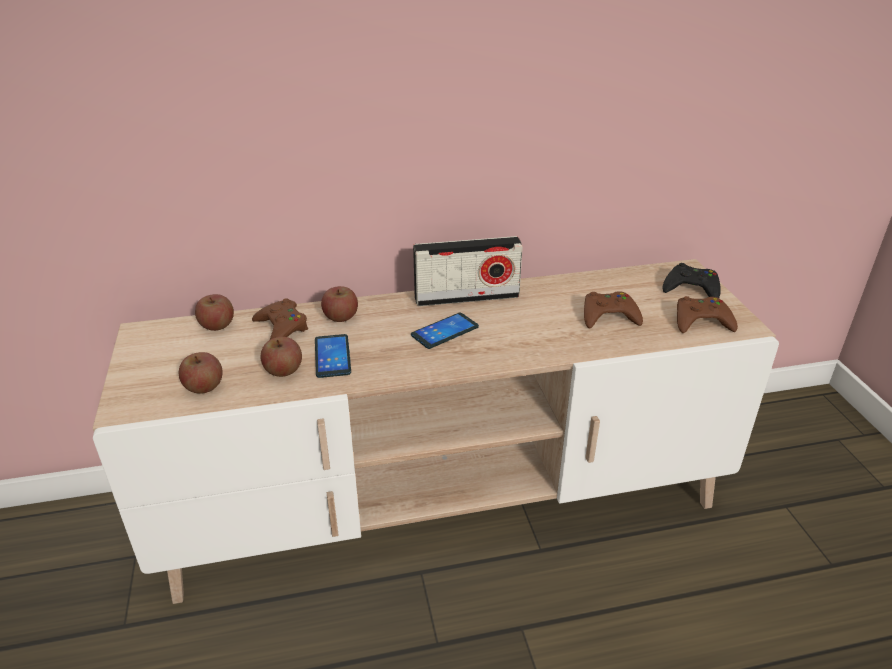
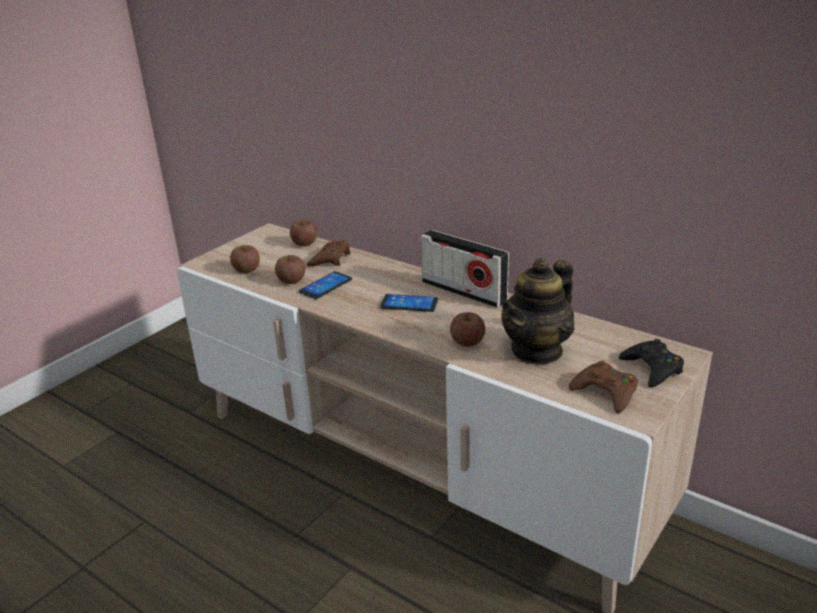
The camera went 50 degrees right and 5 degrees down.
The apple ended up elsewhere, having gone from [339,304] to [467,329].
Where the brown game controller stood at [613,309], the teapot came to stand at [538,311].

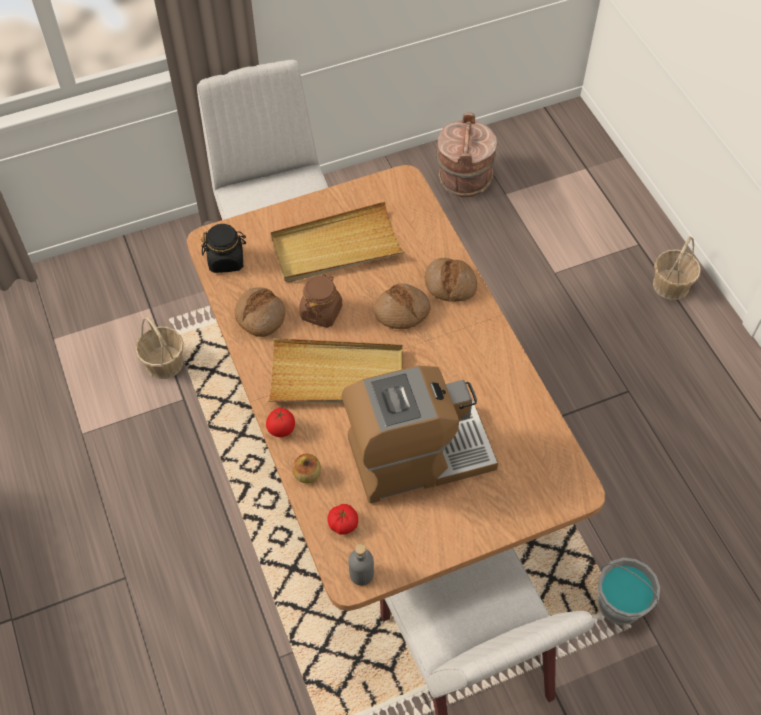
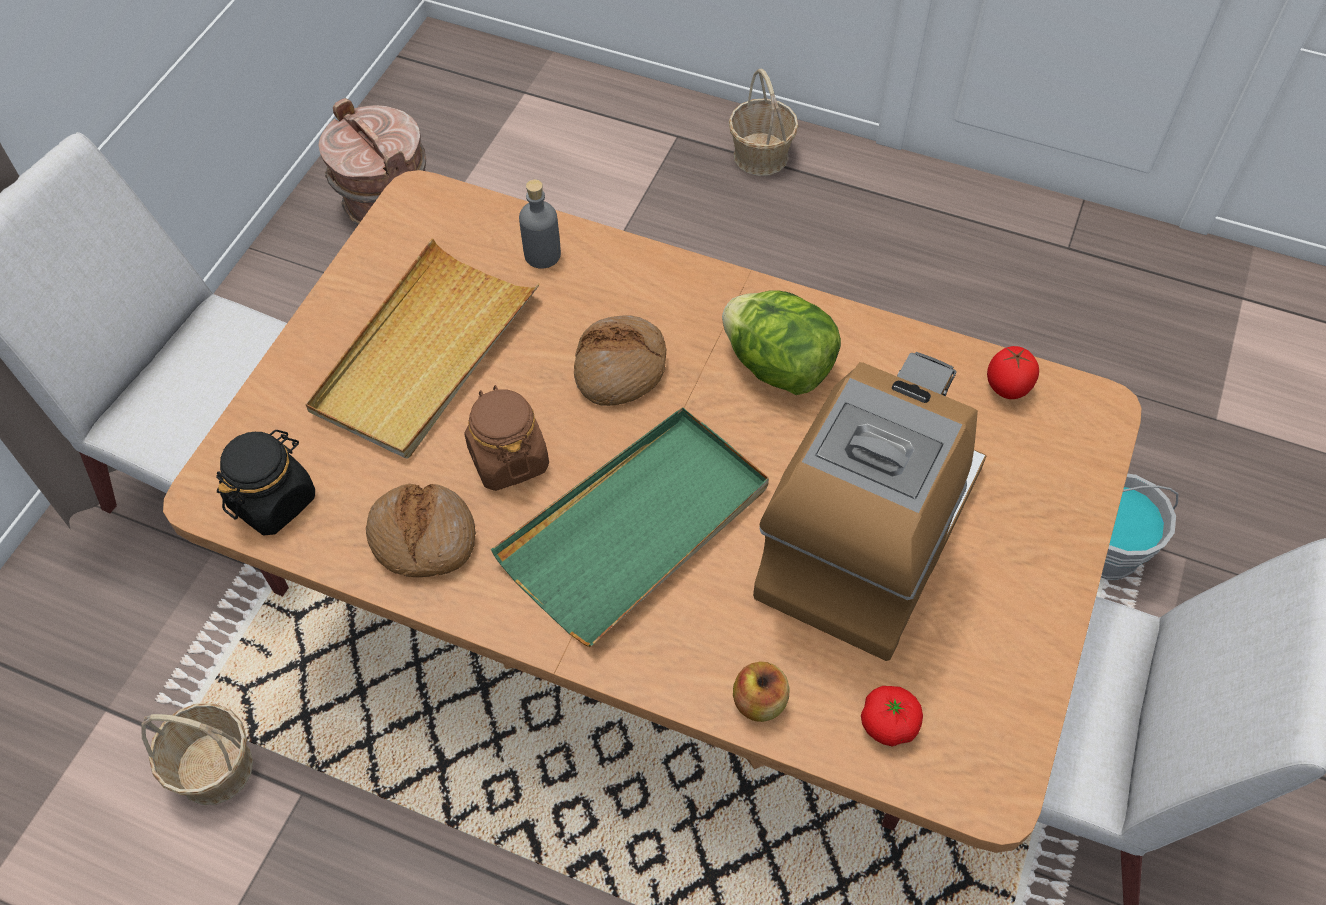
The camera went 45 degrees left and 0 degrees up.
What was the beige tray at [336,370] turned into the green tray at [630,527].
The grey bottle ended up elsewhere, having gone from [361,565] to [540,224].
The second view gained the lettuce at [781,343].
The tomato ended up elsewhere, having gone from [280,422] to [1013,372].
The second view lost the bread at [450,280].

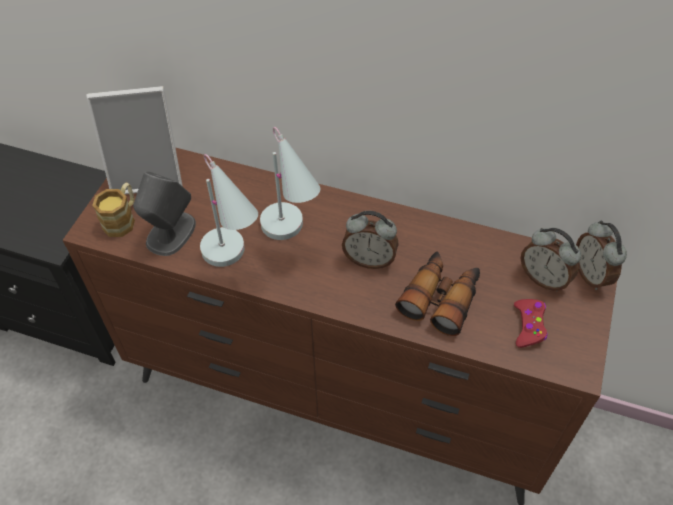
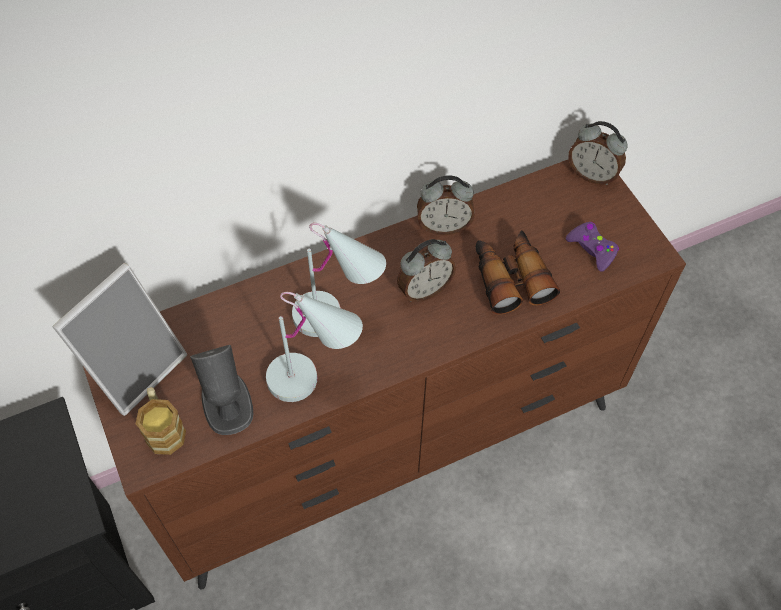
The camera went 45 degrees left and 5 degrees up.
The alarm clock ended up elsewhere, having gone from [551,259] to [446,205].
What was the red game controller at [531,323] turned into the purple game controller at [592,247].

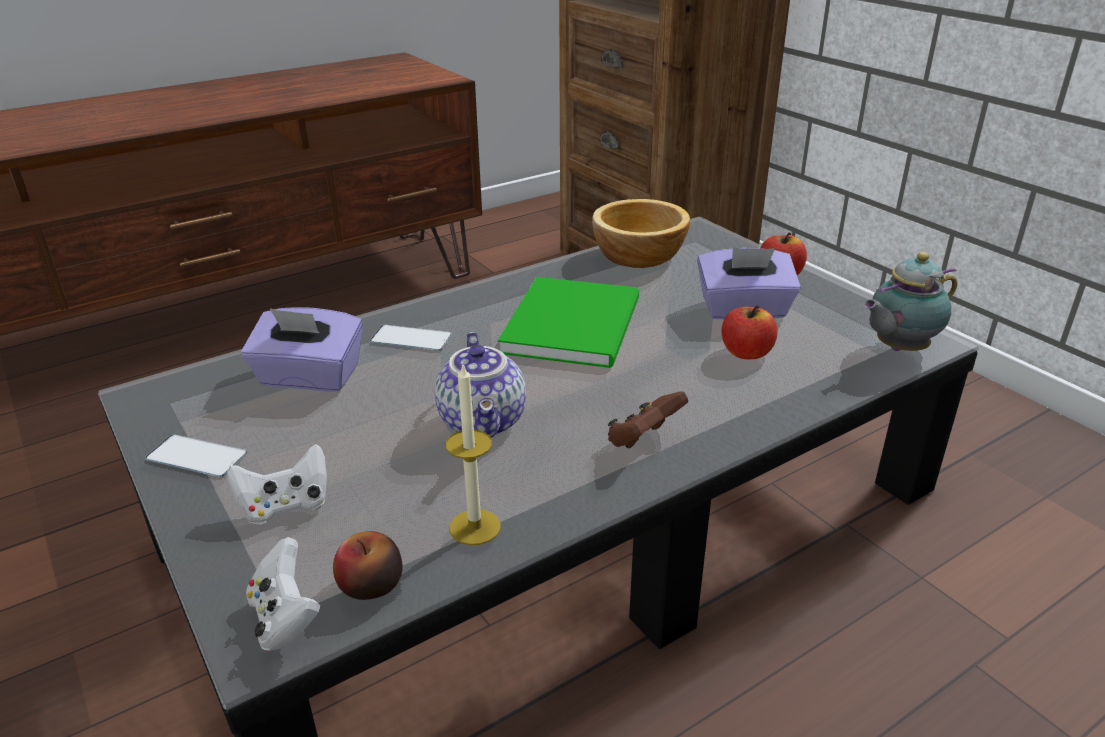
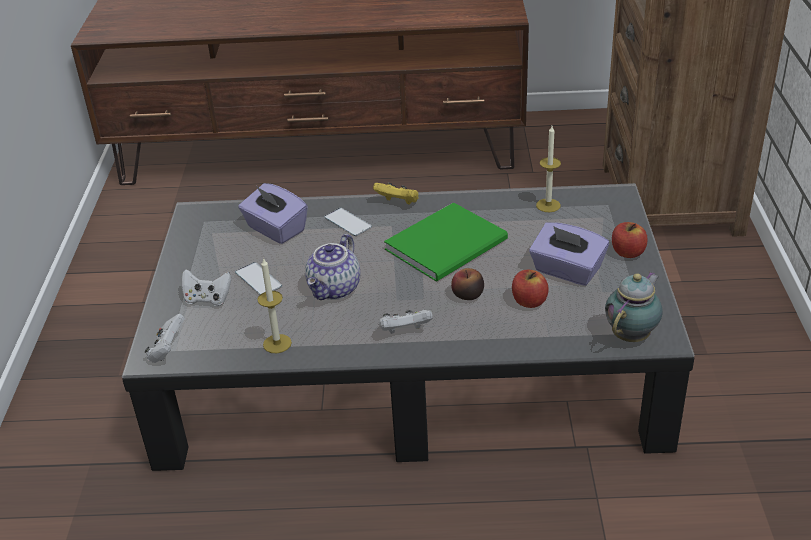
The camera went 35 degrees right and 5 degrees up.
The phone ended up elsewhere, having gone from [196,456] to [258,278].
The second view gained the yellow game controller at [395,194].
What was the brown game controller at [648,419] turned into the white game controller at [406,322].
The apple ended up elsewhere, having gone from [368,565] to [467,284].
Where the bowl stood at [641,233], the candle came to stand at [548,169].
The teapot at [910,301] ended up facing another way, 120 degrees clockwise from before.

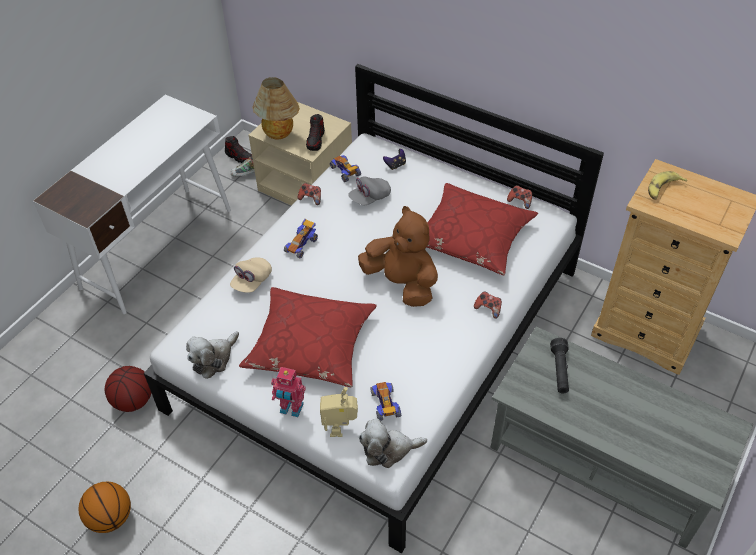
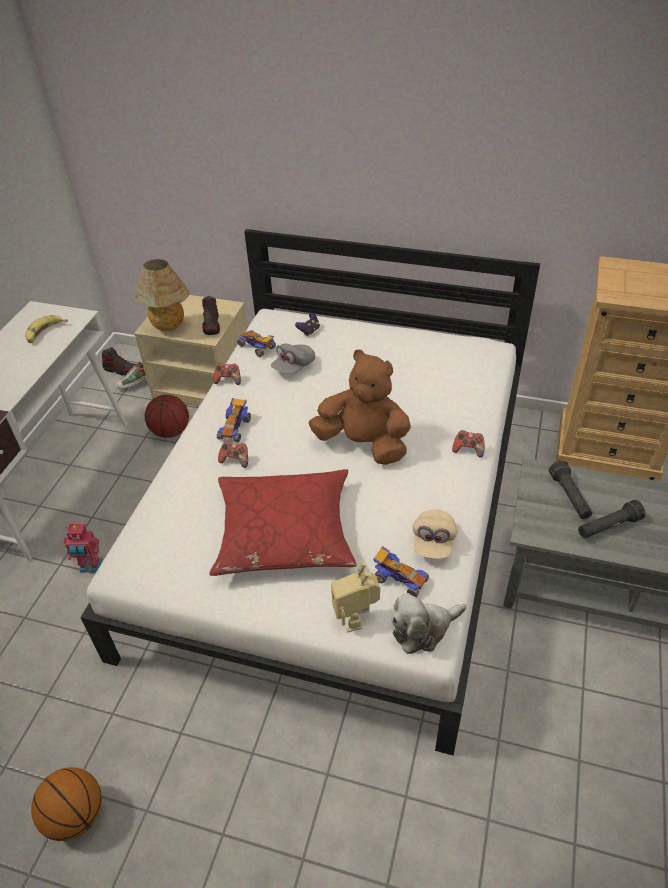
The camera went 15 degrees left and 5 degrees down.
The banana ended up elsewhere, having gone from [667,185] to [46,329].
The toy robot ended up elsewhere, having gone from [288,392] to [82,548].
The basketball ended up elsewhere, having gone from [128,389] to [167,416].
The game controller ended up elsewhere, having gone from [519,197] to [233,454].
The toy car at [385,401] ended up facing another way, 150 degrees clockwise from before.
The beige cap ended up elsewhere, having gone from [251,275] to [435,534].
The second view gained the black flashlight at [612,519].
The second view lost the plush toy at [212,355].
The second view lost the red pillow at [482,229].

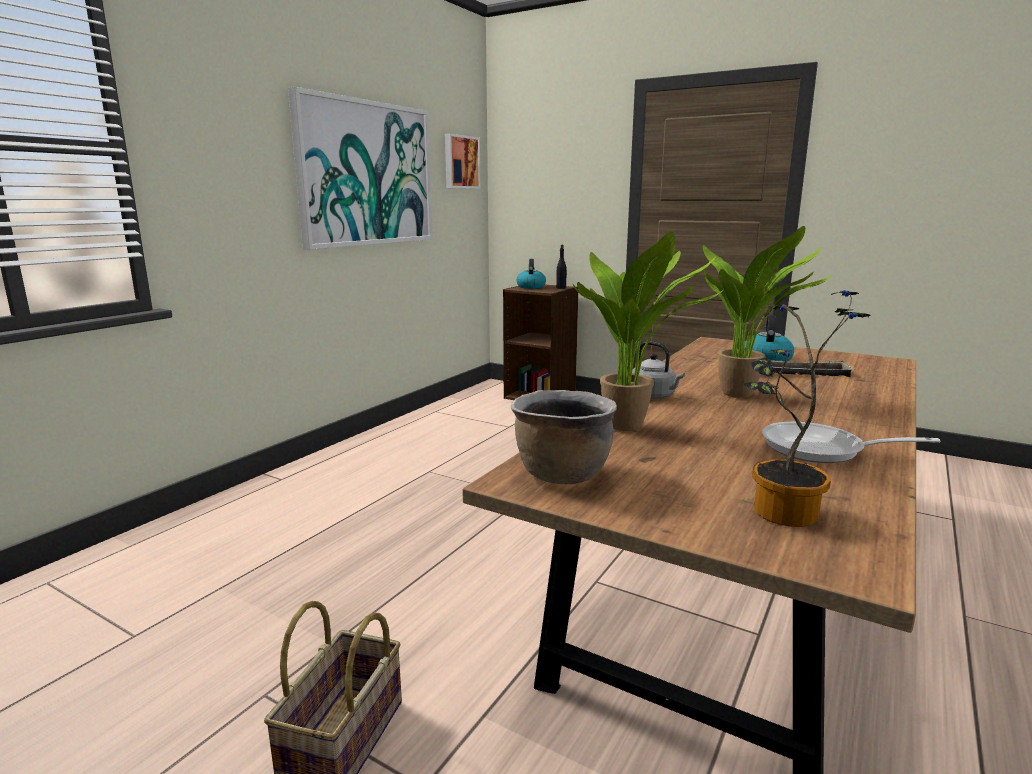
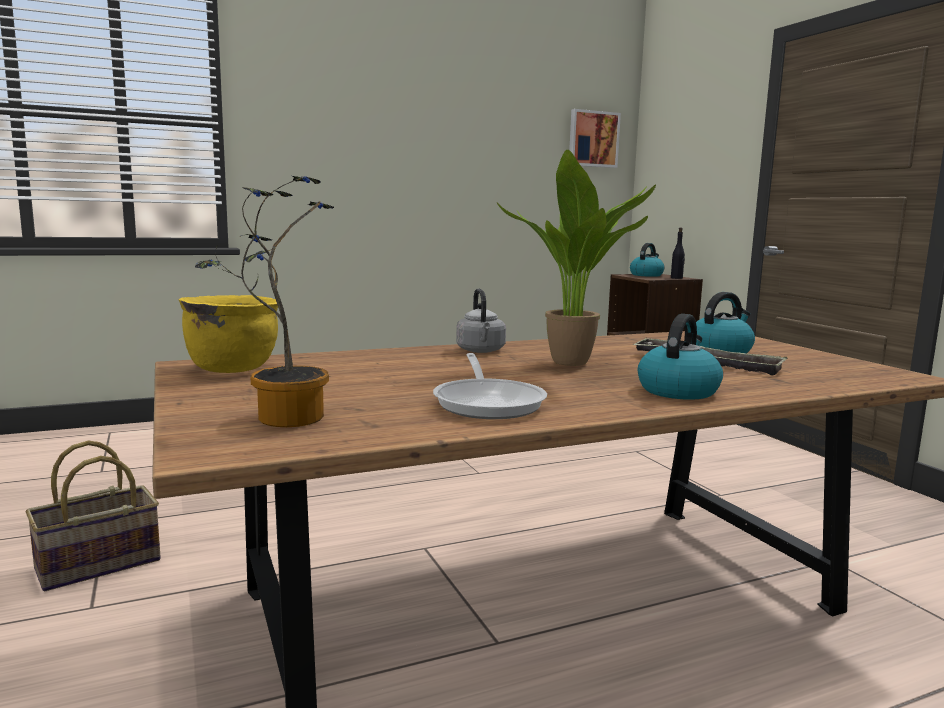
The camera went 35 degrees right and 5 degrees down.
What was the brown cooking pot at [564,437] turned into the yellow cooking pot at [228,334].
The frying pan at [851,442] ended up facing another way, 150 degrees counterclockwise from before.
The second view gained the kettle at [680,357].
The second view lost the picture at [360,168].
The second view lost the potted plant at [647,331].

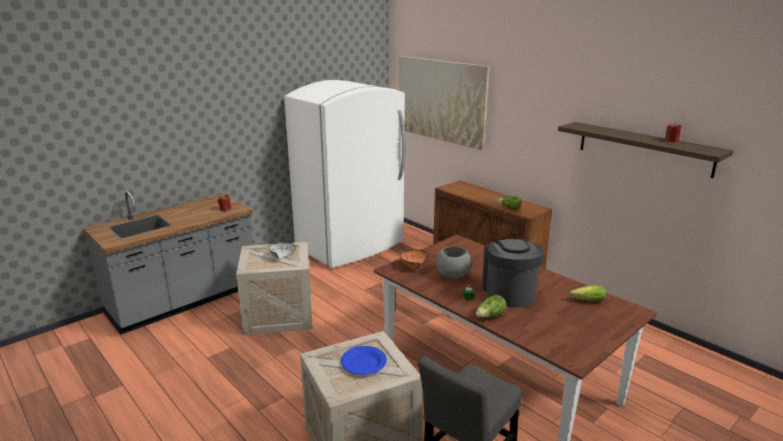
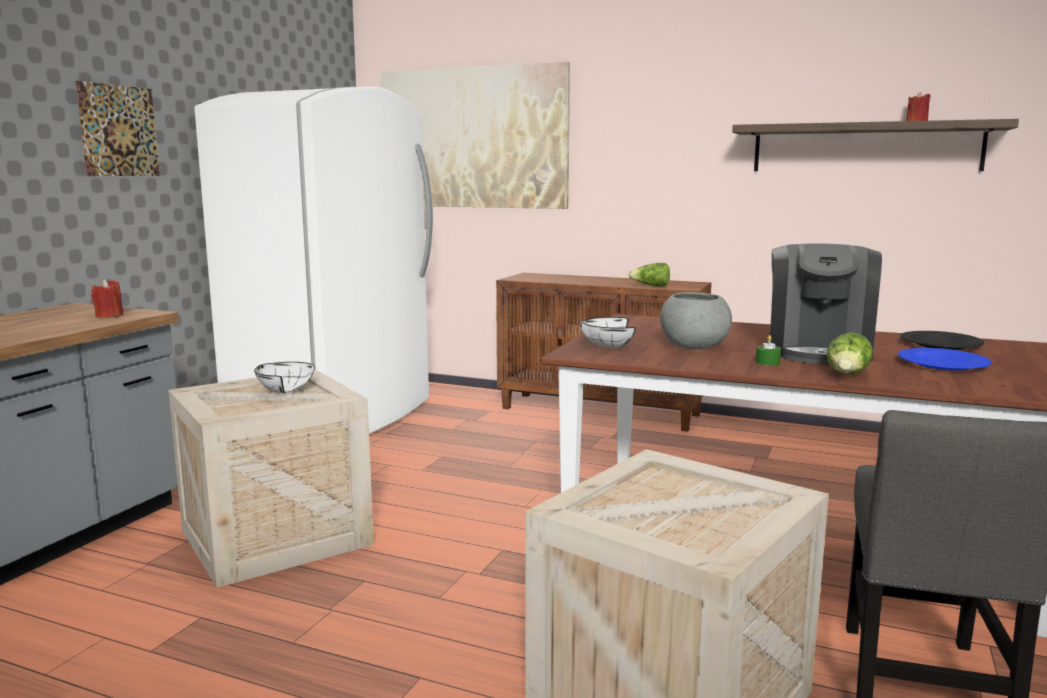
The camera went 25 degrees left and 10 degrees down.
The second view gained the picture at [118,128].
What was the orange bowl at [414,259] turned into the white bowl at [608,332].
The coffee machine at [513,273] ended up facing another way, 135 degrees counterclockwise from before.
The blue plate ended up elsewhere, having gone from [364,360] to [944,359].
Where the lettuce stood at [588,293], the black plate came to stand at [942,340].

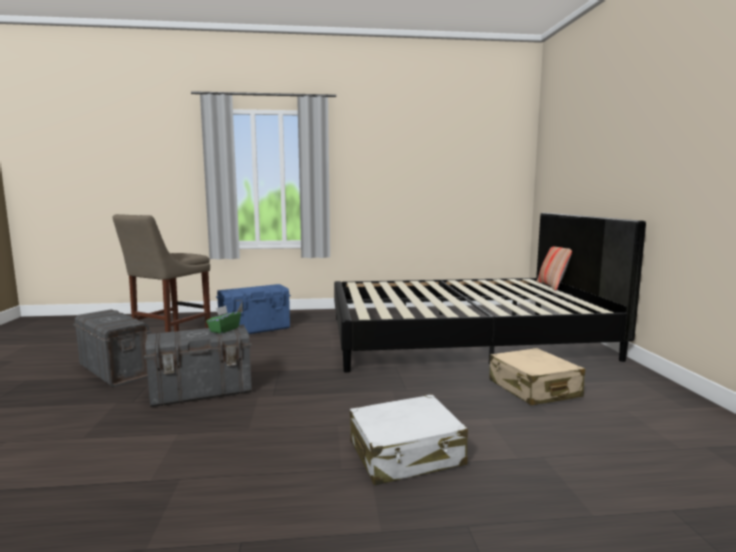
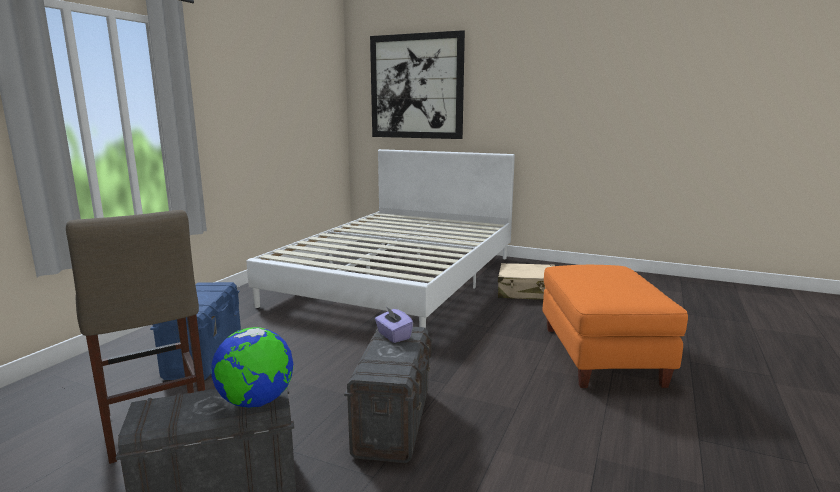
The camera went 60 degrees left and 5 degrees up.
The second view gained the globe at [252,367].
What was the black bed at [490,293] turned into the white bed at [380,238].
The second view gained the picture at [417,84].
What was the green tissue box at [223,319] turned into the purple tissue box at [394,324].
Where the white suitcase stood at [409,439], the orange ottoman came to stand at [615,326].
The second view lost the pillow at [554,269].

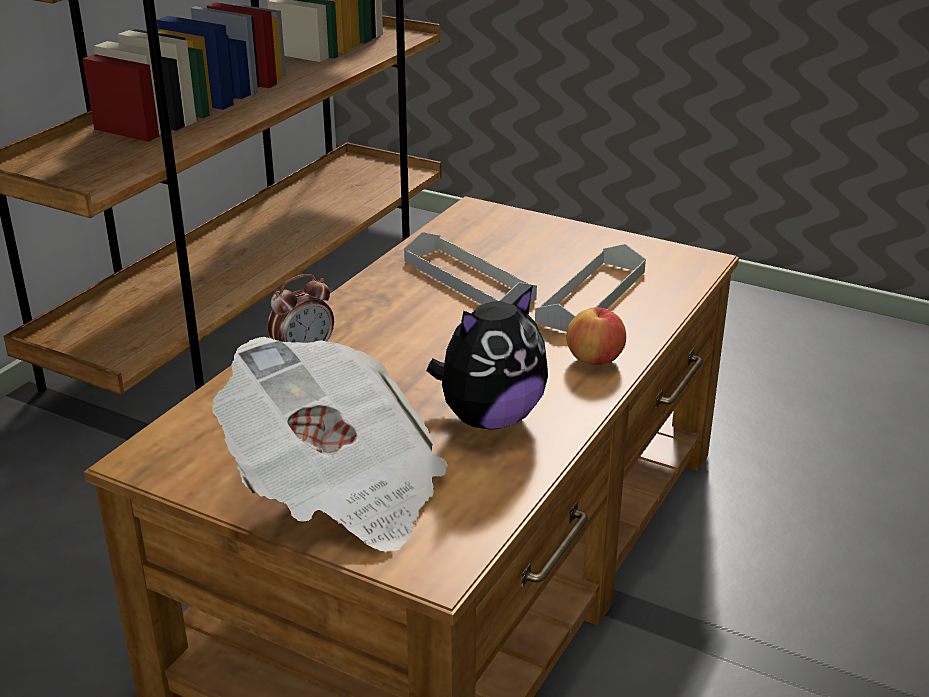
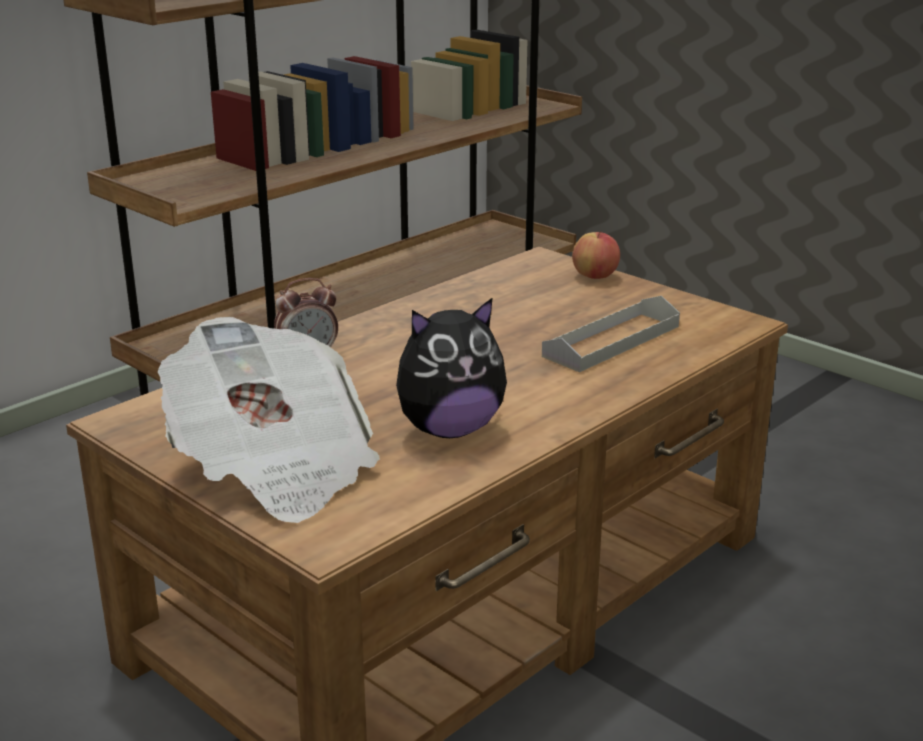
The camera went 15 degrees right and 5 degrees down.
The apple ended up elsewhere, having gone from [596,336] to [596,255].
The second view lost the grey tray at [470,268].

